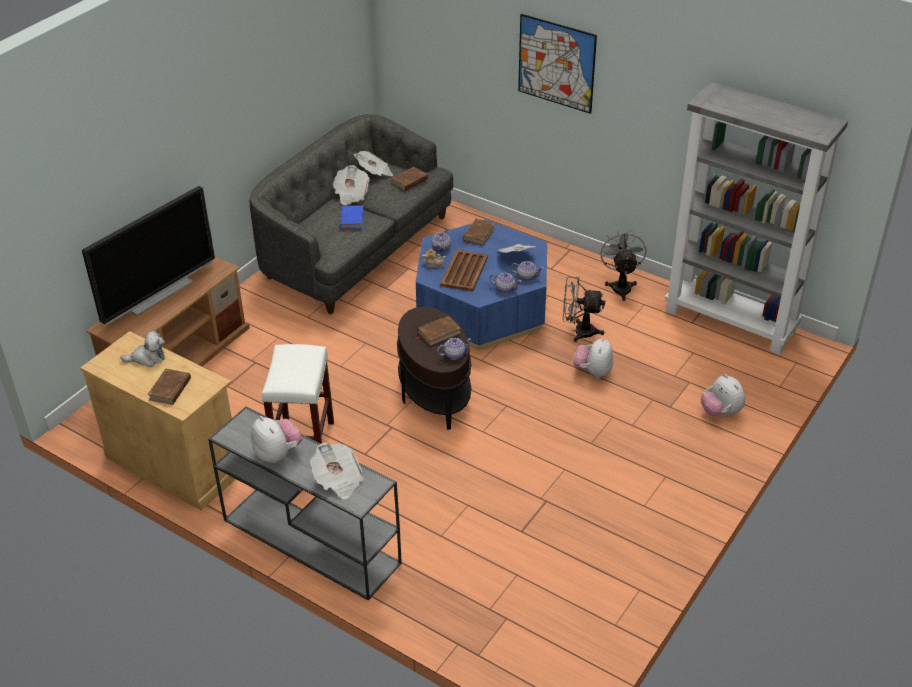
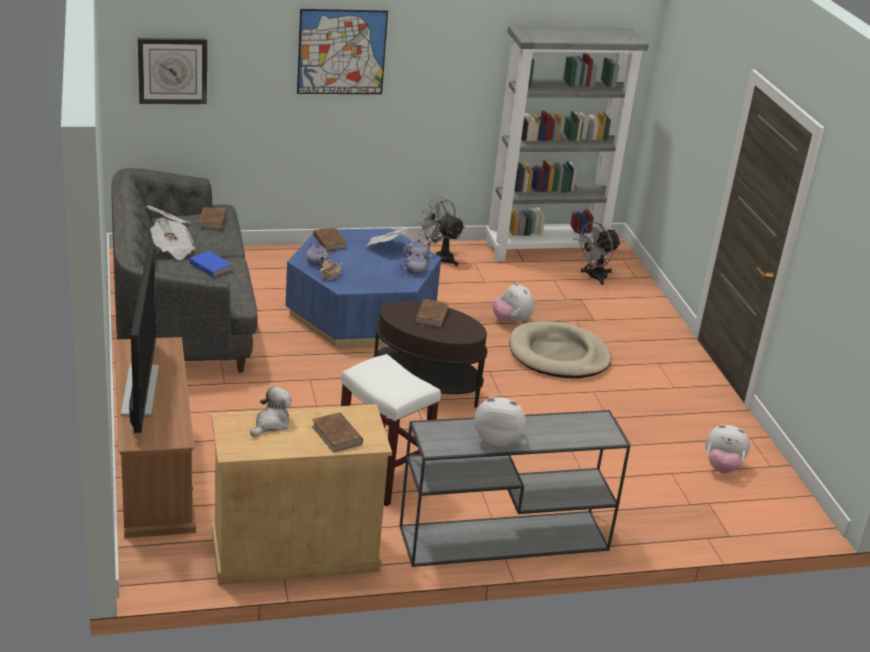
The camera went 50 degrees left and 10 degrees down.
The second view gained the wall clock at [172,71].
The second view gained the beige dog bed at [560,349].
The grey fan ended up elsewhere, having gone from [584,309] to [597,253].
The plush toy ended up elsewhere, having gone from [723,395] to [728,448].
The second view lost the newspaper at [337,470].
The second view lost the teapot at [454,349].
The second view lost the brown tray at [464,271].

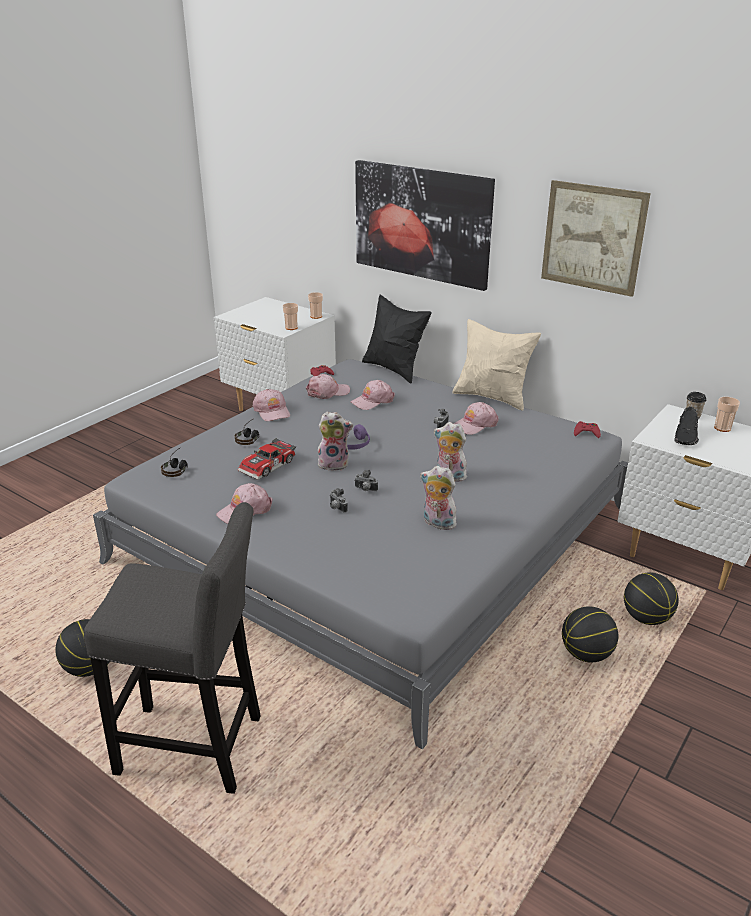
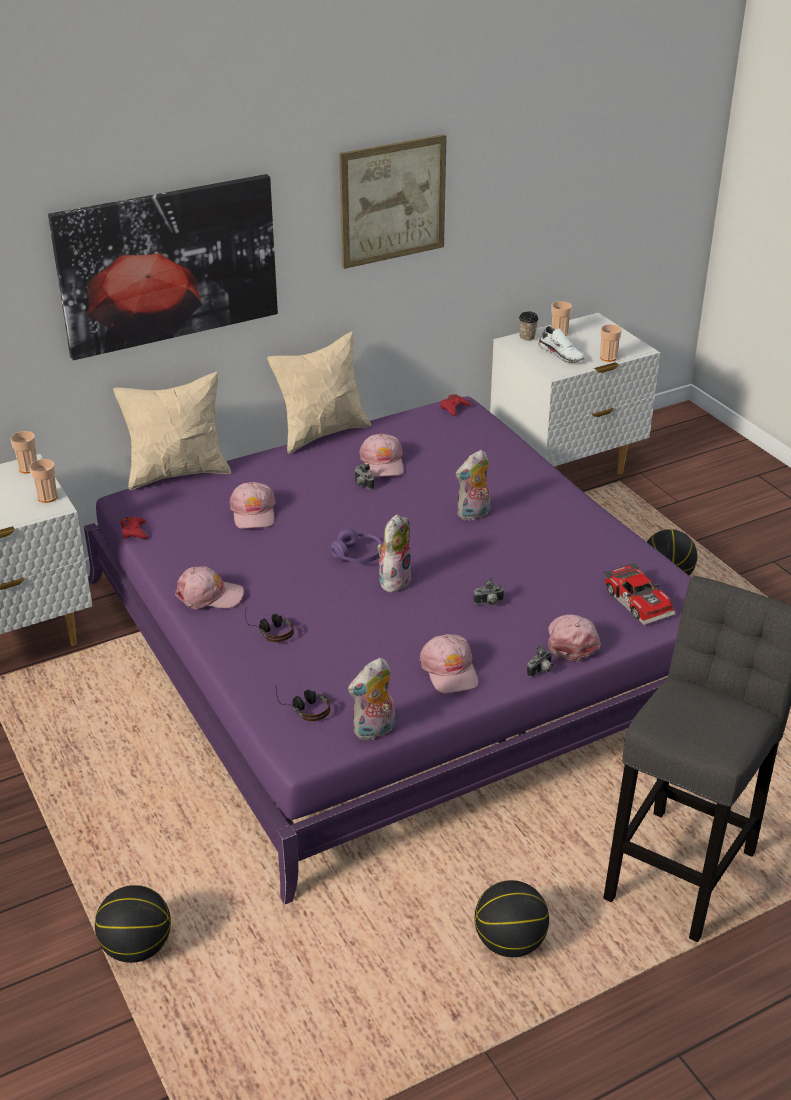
The camera went 65 degrees left and 5 degrees up.
What was the grey bed at [360,554] turned into the purple bed at [387,650].
The basketball ended up elsewhere, having gone from [651,599] to [133,924].
What was the black pillow at [397,339] turned into the beige pillow at [172,431].
The plush toy ended up elsewhere, having gone from [438,498] to [371,699].
The photo camera ended up elsewhere, having gone from [366,480] to [540,661].
What was the black shoe at [687,426] turned into the white shoe at [561,344].
The pink cap ended up elsewhere, having gone from [327,386] to [575,638].
The second view gained the cup at [611,343].
The toy car ended up elsewhere, having gone from [267,459] to [639,593].

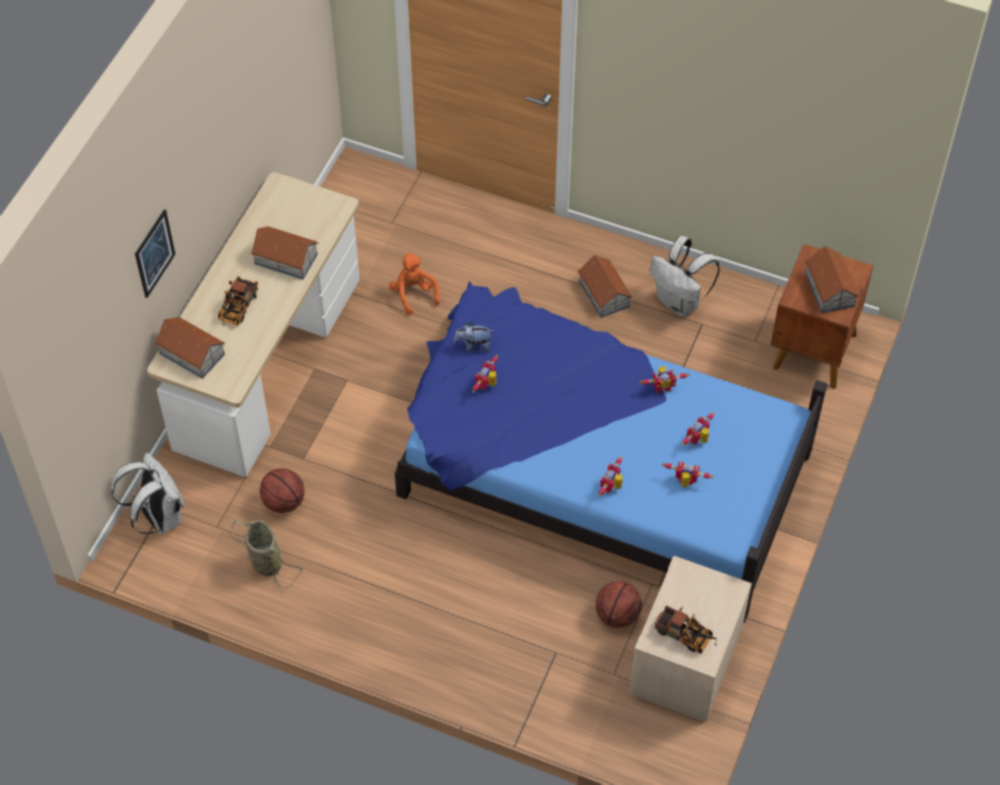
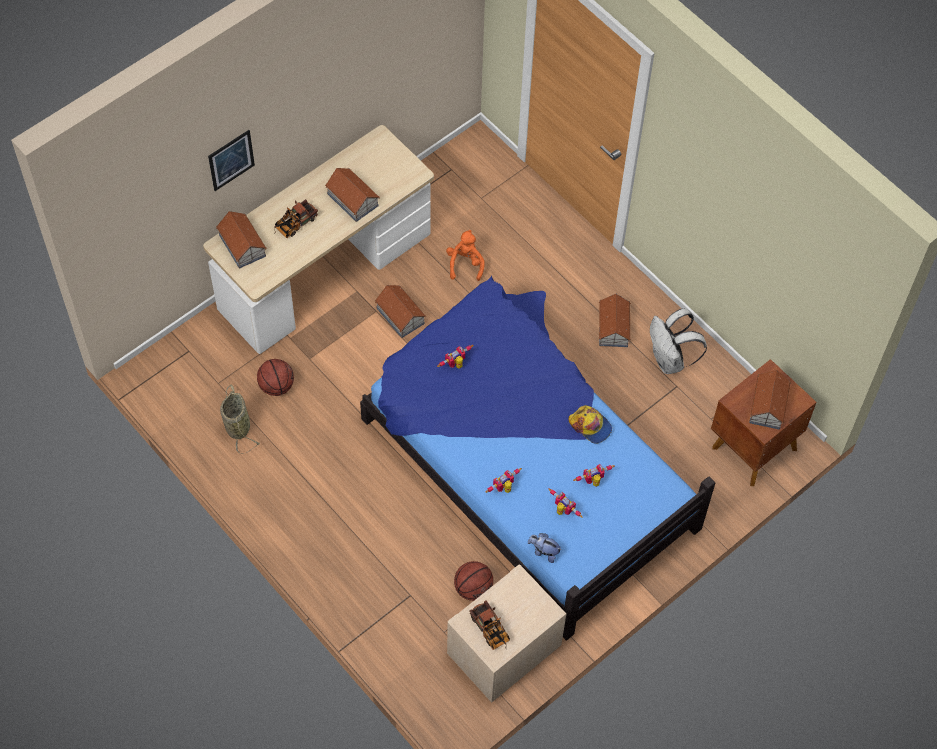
The camera went 25 degrees right and 5 degrees up.
The second view gained the toy house at [400,311].
The plush toy ended up elsewhere, having gone from [474,337] to [545,548].
Where the toy robot stood at [664,379], the cap came to stand at [590,424].
The second view lost the white backpack at [147,494].

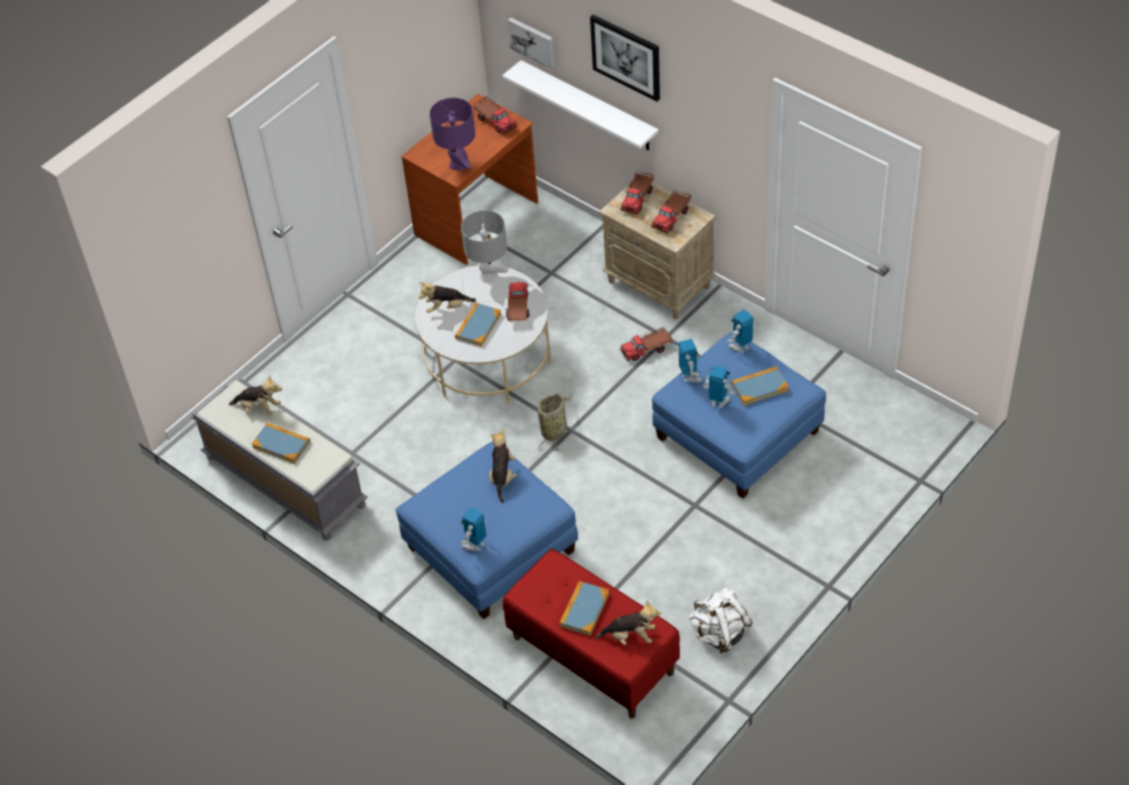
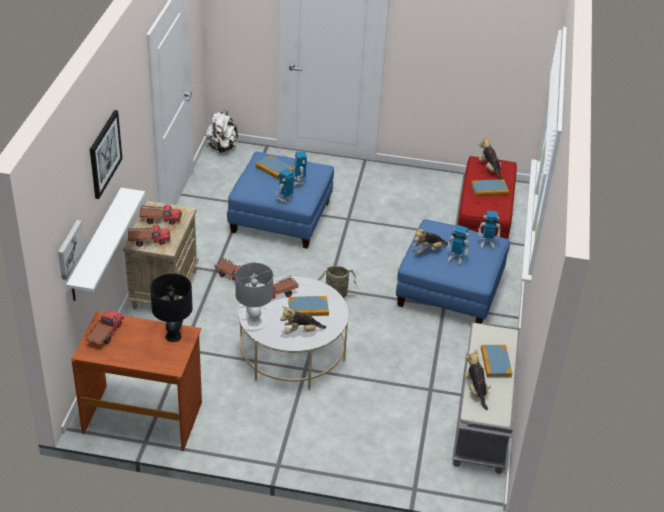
The camera went 125 degrees left and 10 degrees down.
What was the purple table lamp at [452,134] turned into the black table lamp at [171,308].
The white backpack ended up elsewhere, having gone from [720,620] to [221,131].
The plush toy at [447,297] ended up facing another way, 120 degrees clockwise from before.
The toy robot ended up elsewhere, having gone from [741,331] to [458,245].

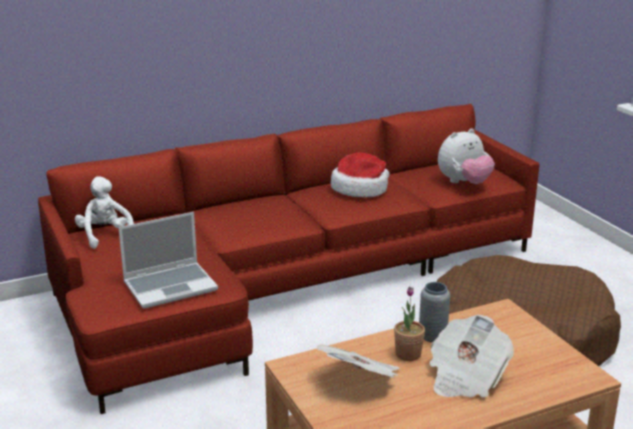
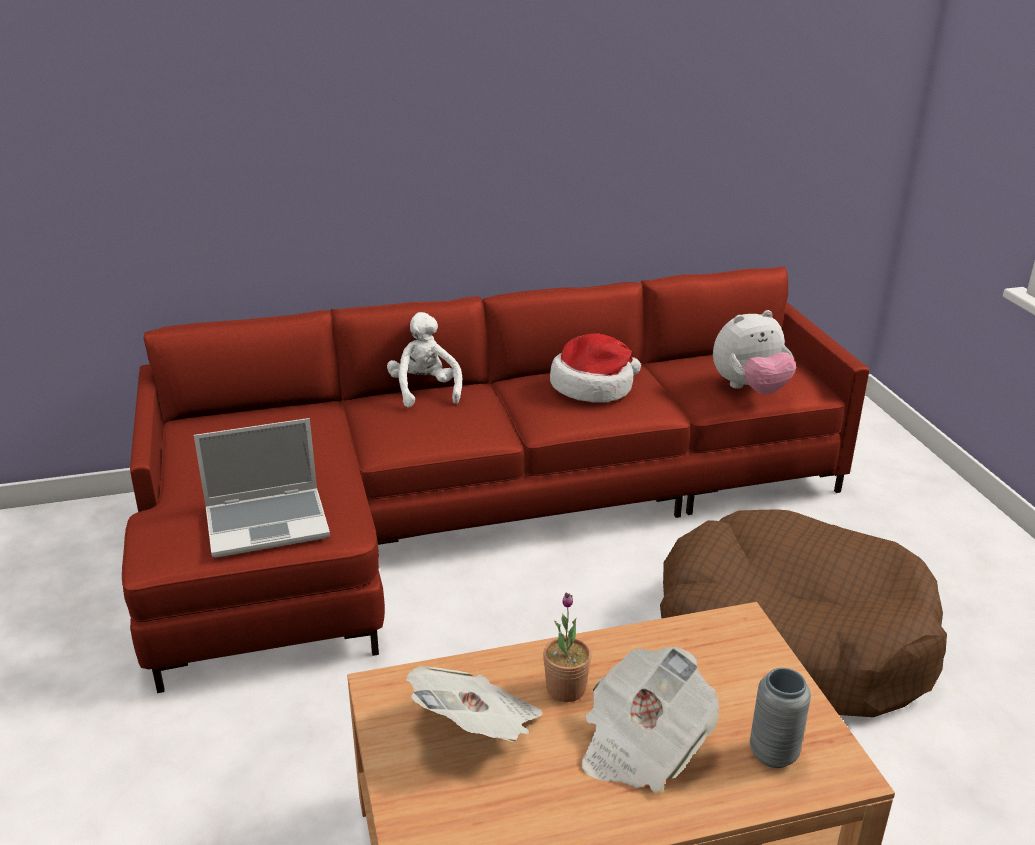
The camera went 10 degrees right and 5 degrees up.
The white plush toy ended up elsewhere, having gone from [104,212] to [424,360].
The grey vase ended up elsewhere, having gone from [434,312] to [780,718].

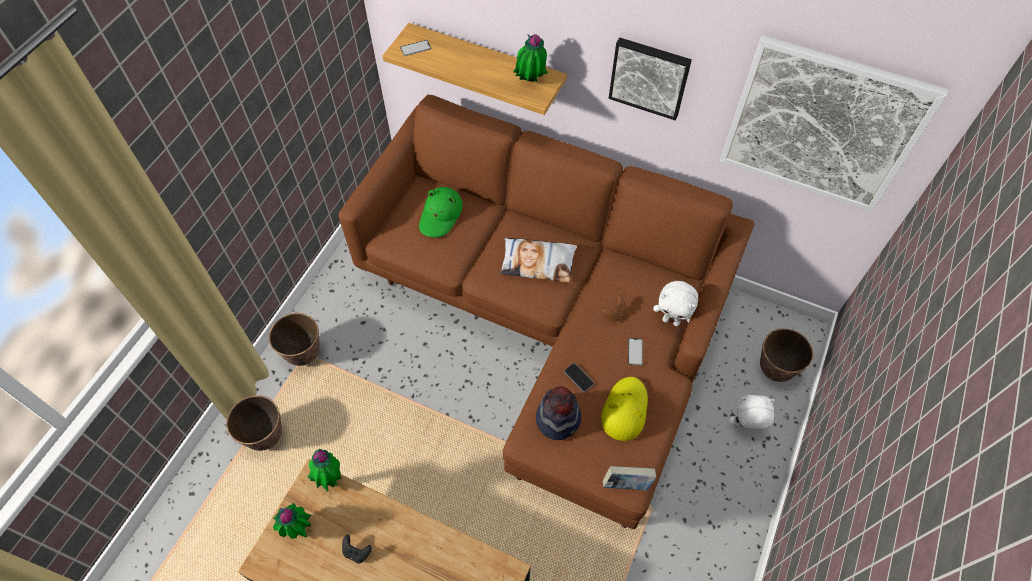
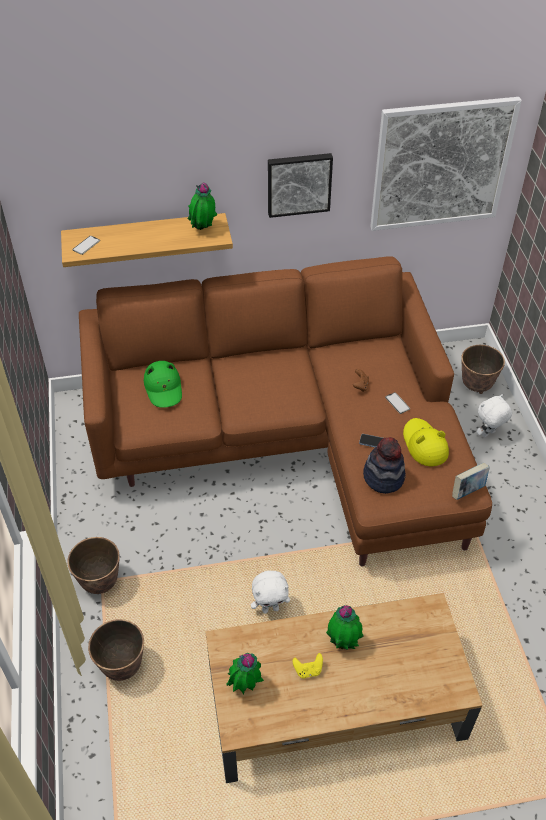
The camera went 35 degrees left and 10 degrees down.
The white plush toy ended up elsewhere, having gone from [675,303] to [270,592].
What was the black game controller at [357,549] turned into the yellow game controller at [308,666].
The potted plant ended up elsewhere, having gone from [324,470] to [345,627].
The second view lost the pillow at [538,260].

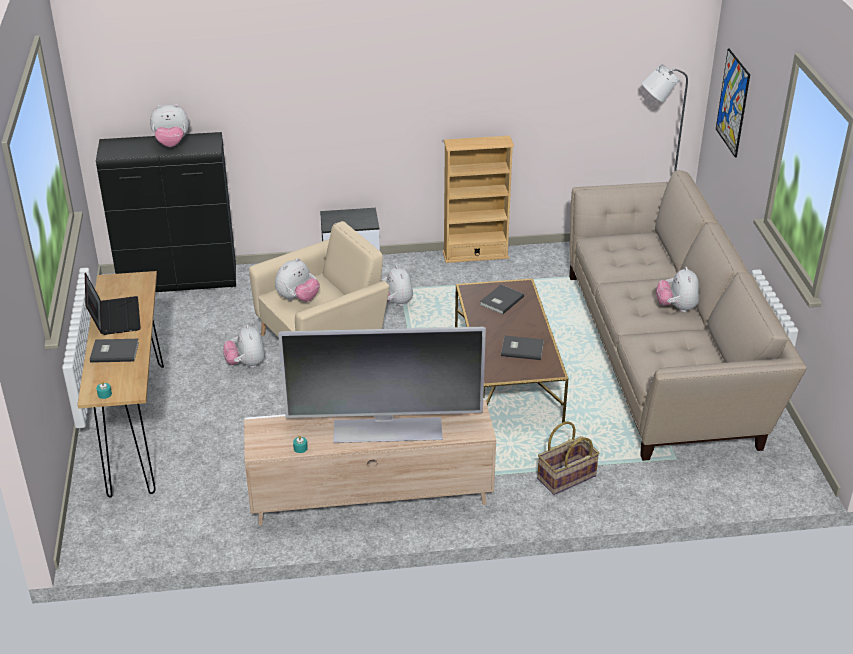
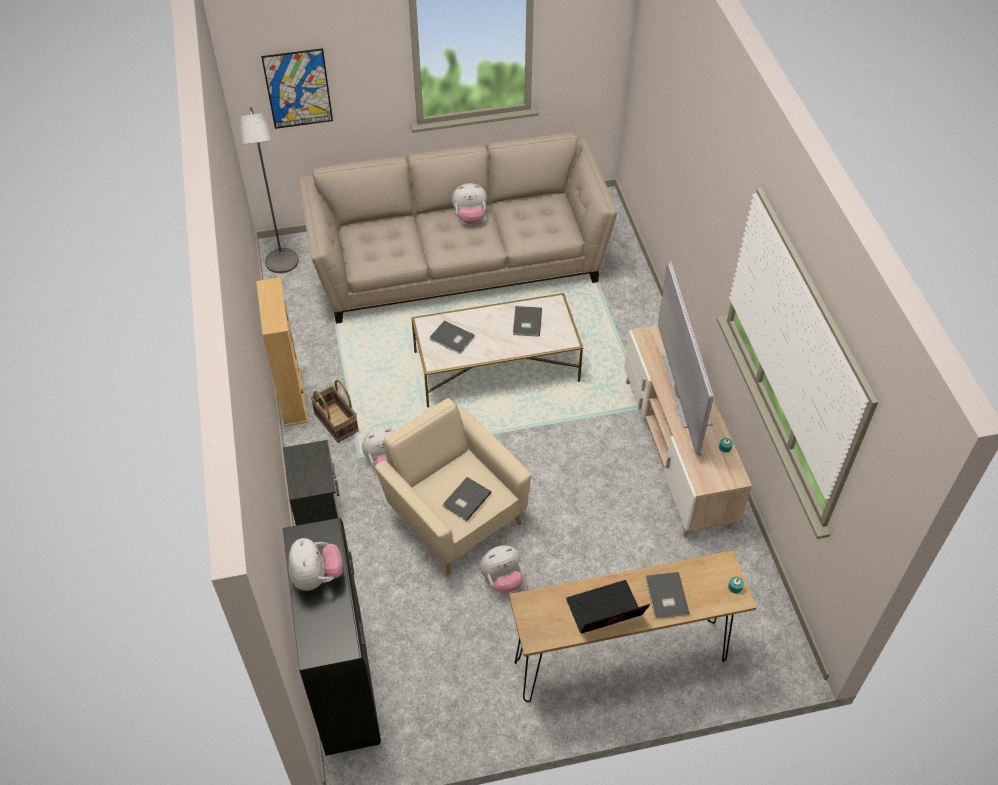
The camera went 95 degrees left and 15 degrees up.
The basket ended up elsewhere, having gone from [568,458] to [334,411].
What was the brown coffee table at [512,350] turned into the white coffee table at [497,350].
Where the plush toy stood at [297,280], the grey book came to stand at [467,499].

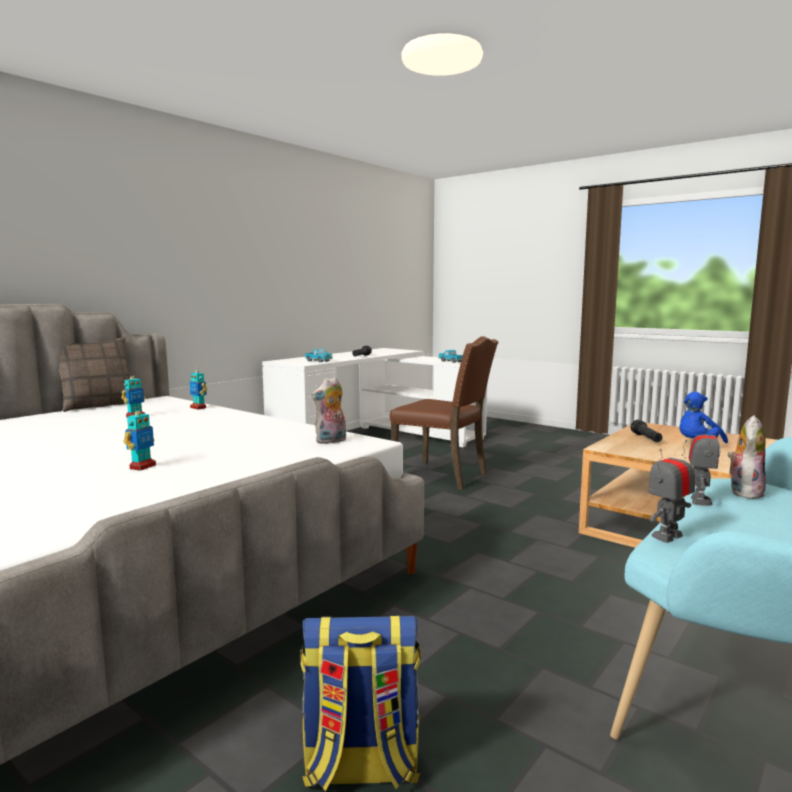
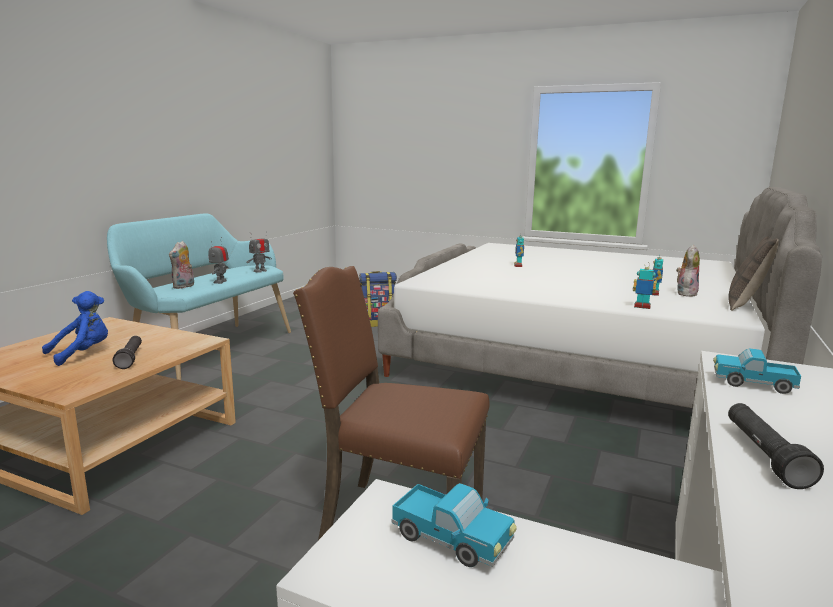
The camera went 165 degrees right and 5 degrees up.
The plush toy ended up elsewhere, having gone from [328,410] to [688,271].

